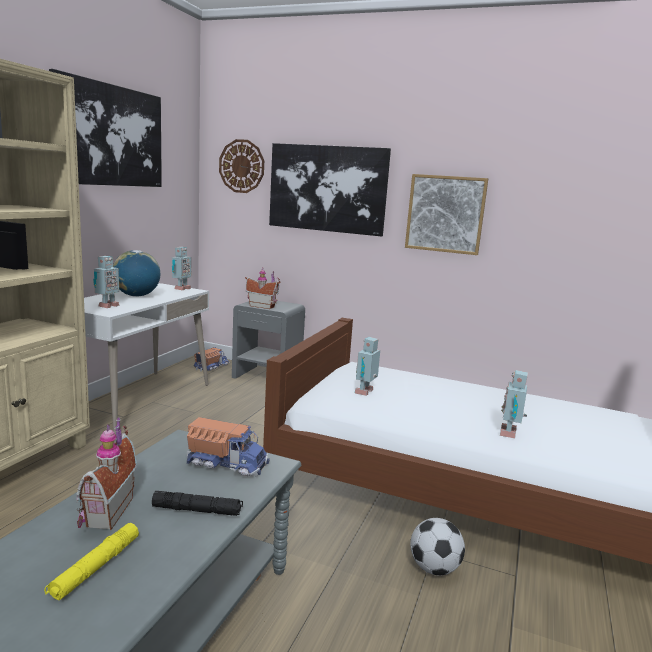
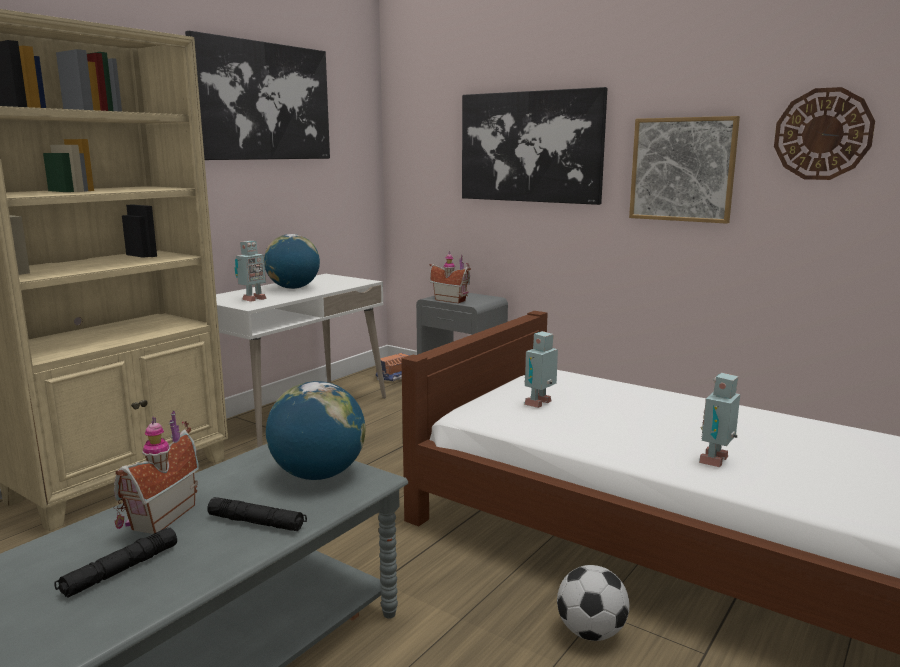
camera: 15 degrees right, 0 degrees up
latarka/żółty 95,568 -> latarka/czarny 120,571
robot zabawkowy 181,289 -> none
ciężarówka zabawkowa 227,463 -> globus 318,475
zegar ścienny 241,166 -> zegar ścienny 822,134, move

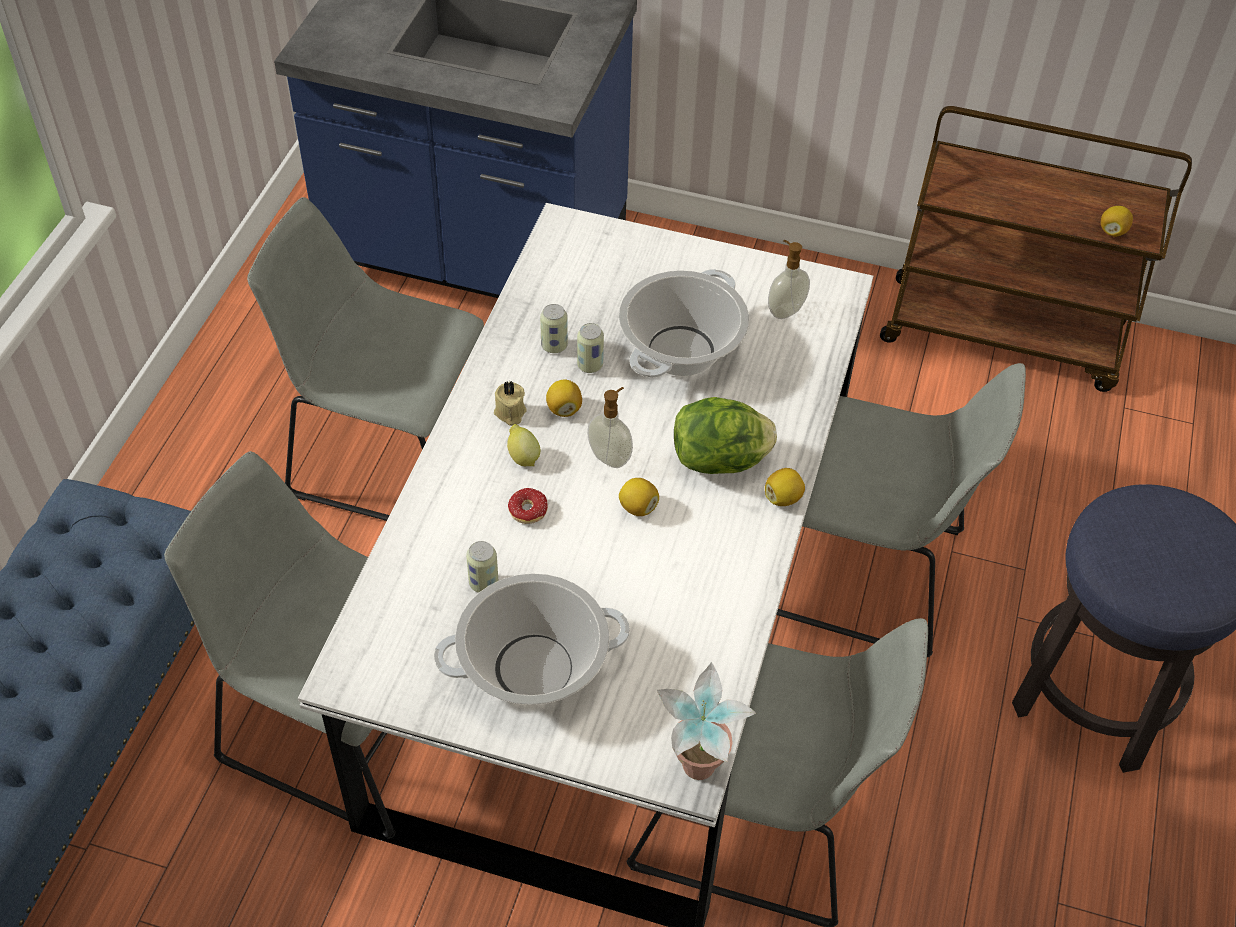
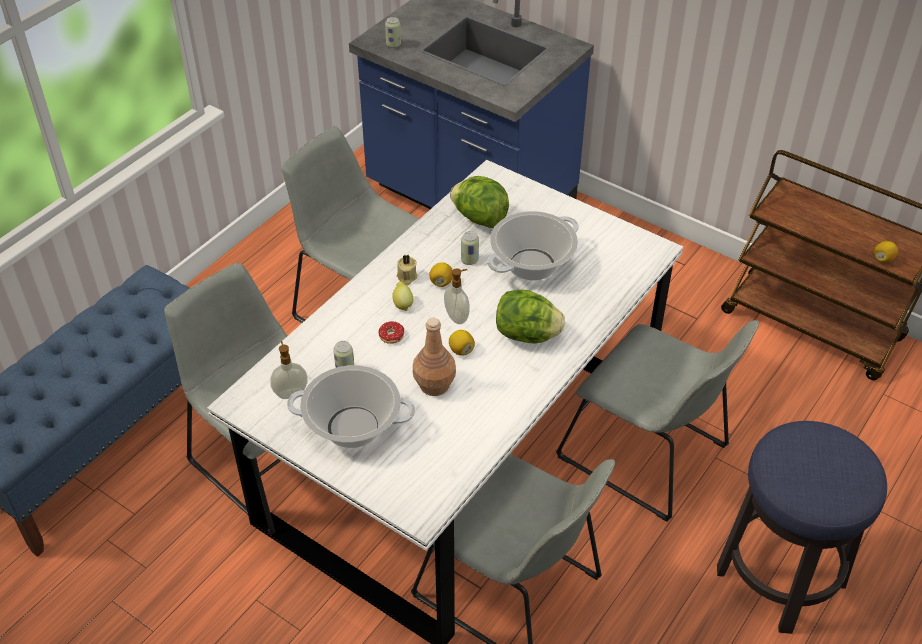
camera: 20 degrees right, 5 degrees down
puszka 554,346 -> puszka 393,44, move
roślina doniczkowa 695,777 -> none
cytryna 783,498 -> none
dozownik mydła 785,310 -> dozownik mydła 290,392, move
none -> butelka/brązowy 435,385
none -> sałata 479,218

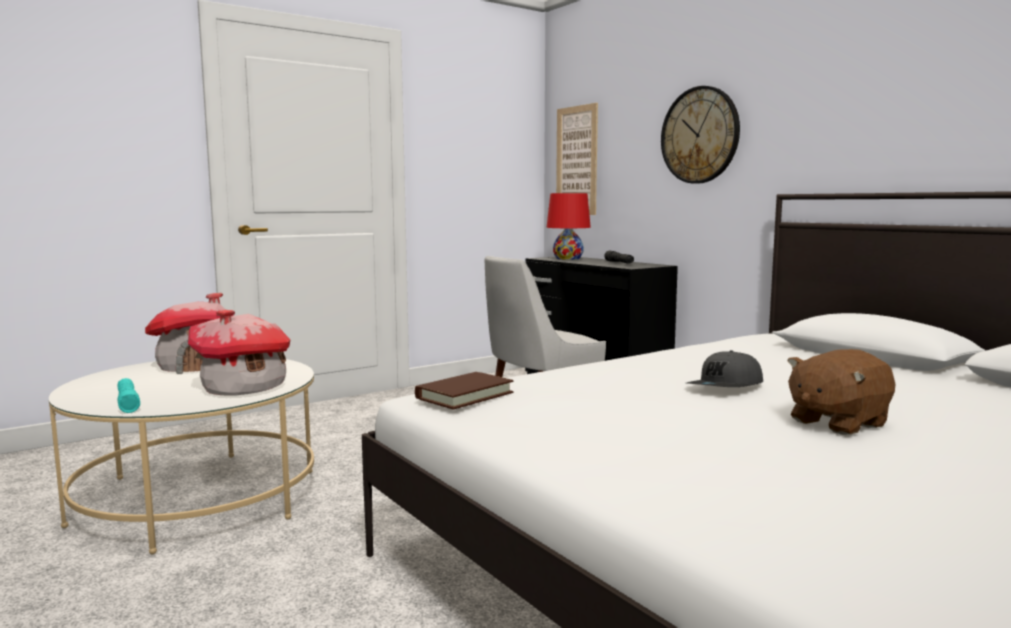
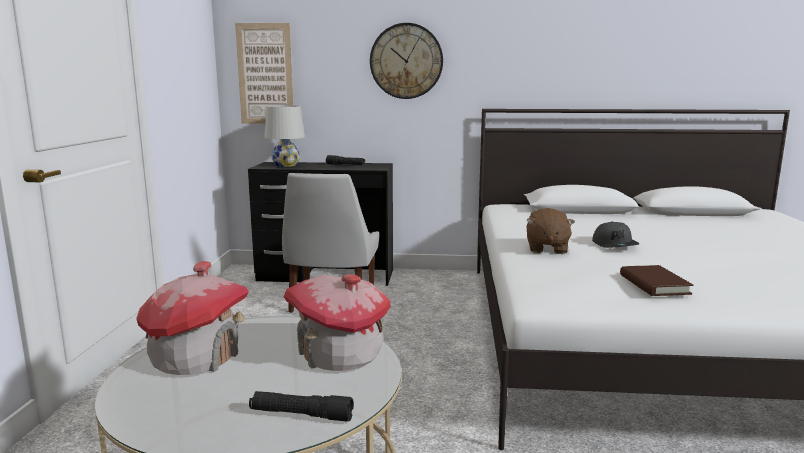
camera: 50 degrees left, 5 degrees up
latarka/turkusowy 128,402 -> latarka/czarny 301,415
książka/brązowy 464,395 -> książka/brązowy 654,284, move
lampa stołowa/czerwony 567,258 -> lampa stołowa/biały 286,165
pluszak/brązowy 836,422 -> pluszak/brązowy 546,249, move

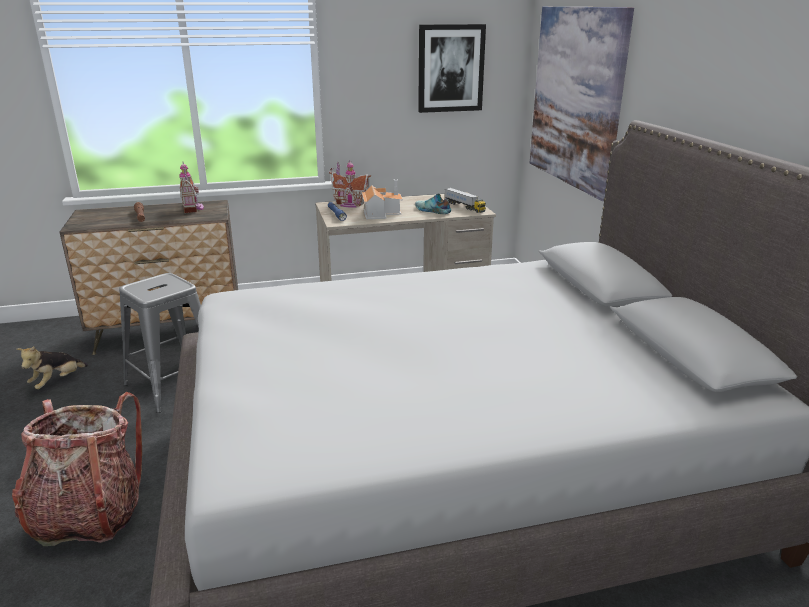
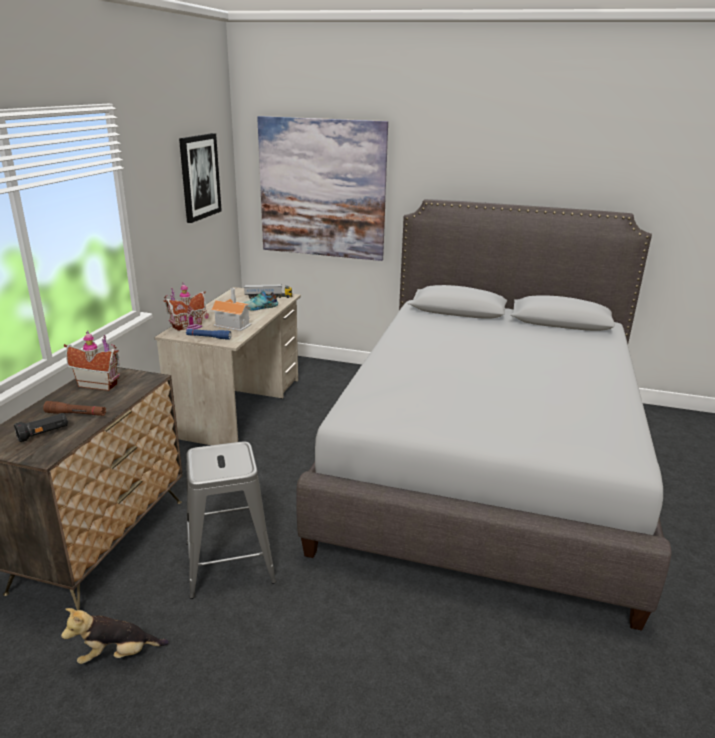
camera: 60 degrees left, 0 degrees up
plecak 89,515 -> none
pluszak 57,382 -> pluszak 117,655, 105 degrees clockwise
none -> latarka/czarny 43,434

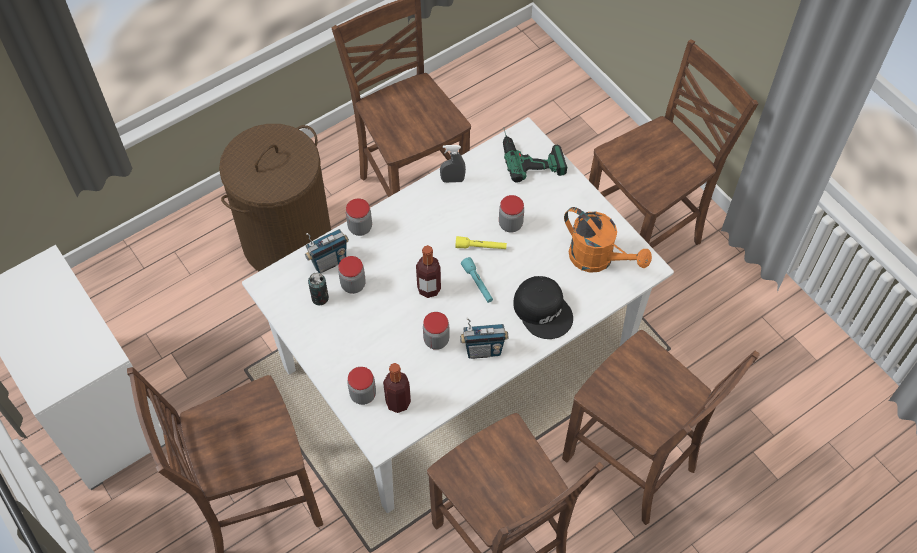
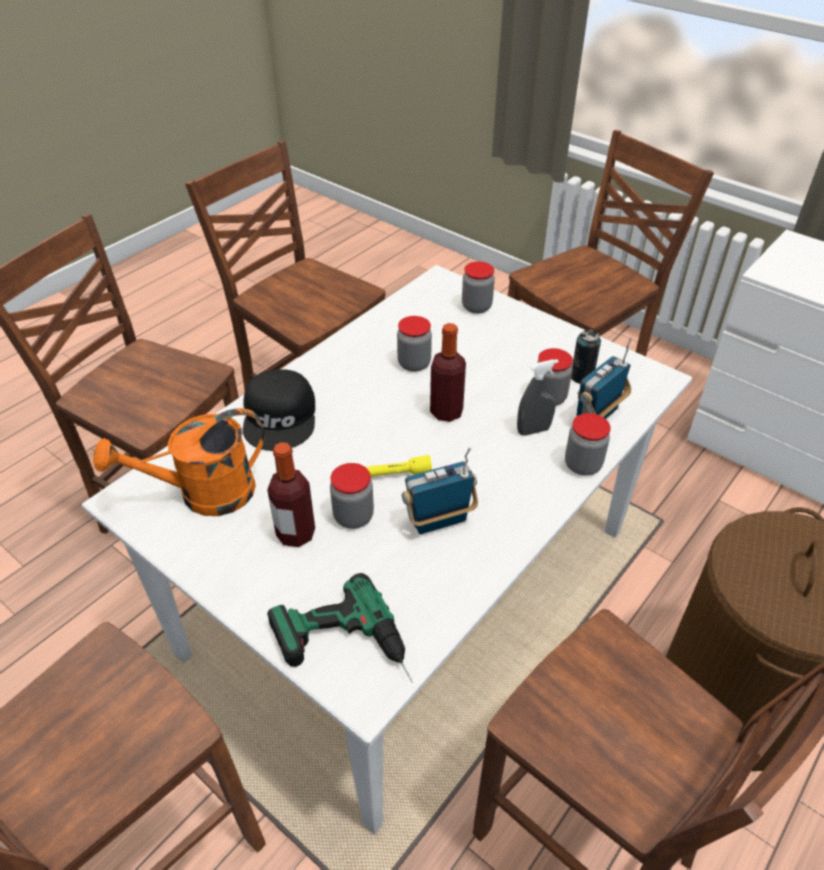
camera: 165 degrees right, 15 degrees down
butelka 398,402 -> butelka 296,534, move
spryskiwacz/szary 452,180 -> spryskiwacz/szary 533,430, move
radio 483,350 -> radio 438,521, move
latarka/turkusowy 477,283 -> none
czapka z daszkiem/czarny 543,310 -> czapka z daszkiem/czarny 281,417, 135 degrees counterclockwise
konewka/pomarańczowy 598,259 -> konewka/pomarańczowy 204,495, 45 degrees counterclockwise

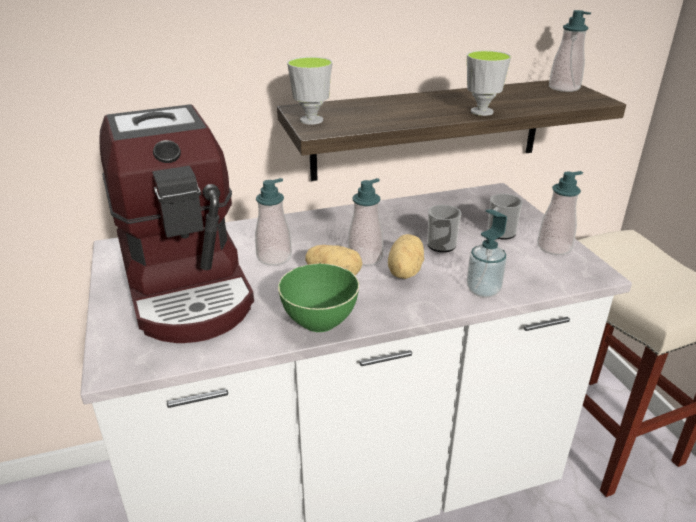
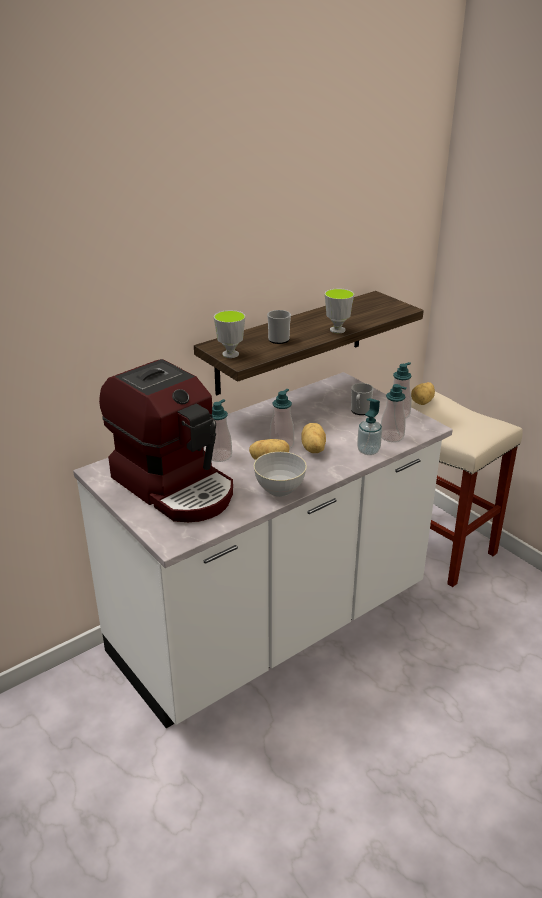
camera: 20 degrees left, 0 degrees up
miska/zielony 319,321 -> miska/szary 279,489
kubek 441,243 -> kubek 278,338, move
dozownik mydła 564,88 -> dozownik mydła 391,436, move
none -> ziemniak 423,402

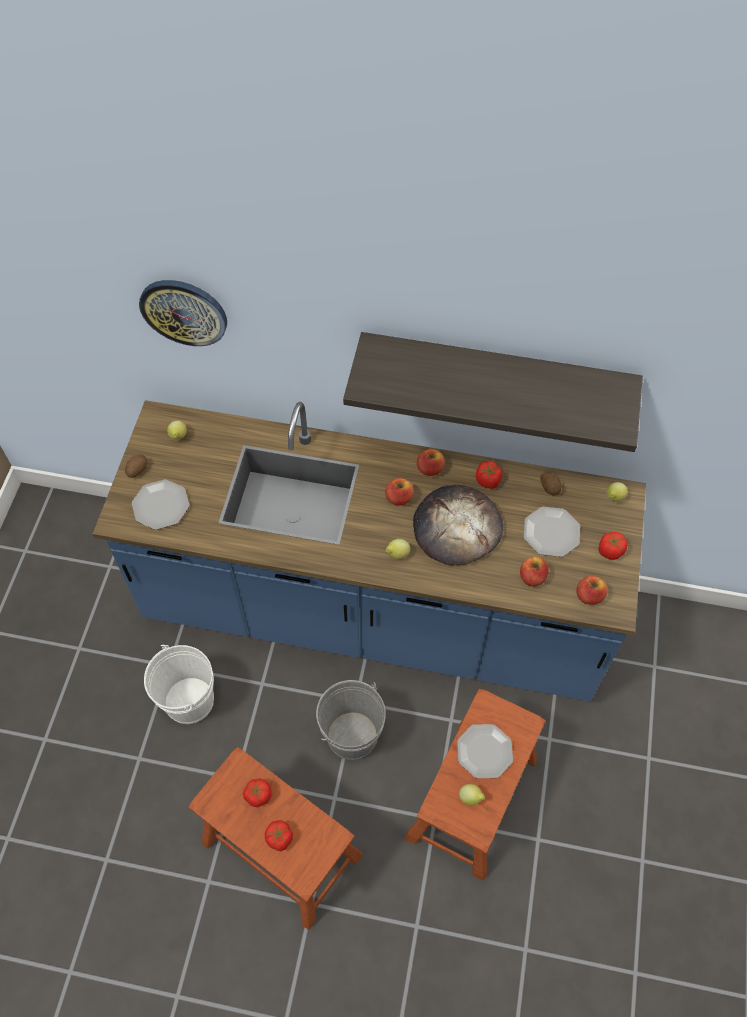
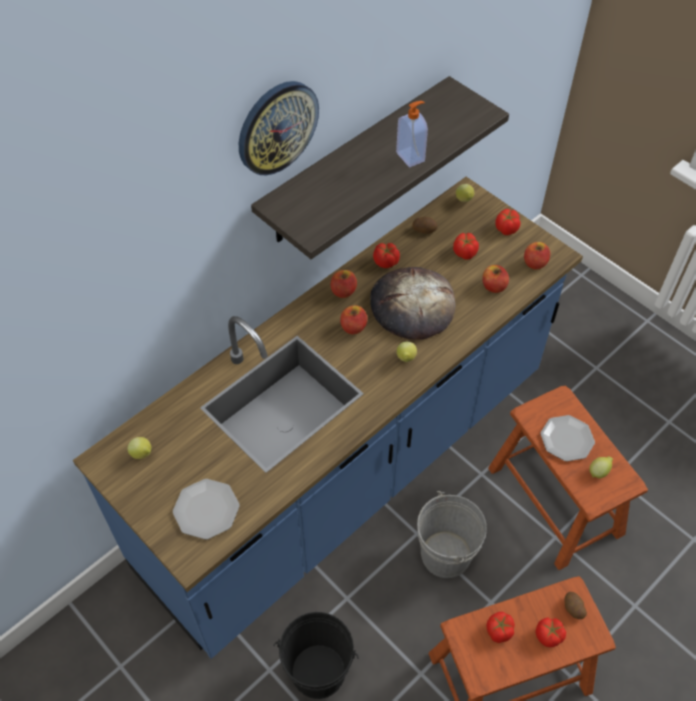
camera: 55 degrees left, 5 degrees down
ziemniak 137,469 -> ziemniak 573,608, move
zegar ścienny 184,311 -> zegar ścienny 277,127, move
wiadro/biały 189,700 -> wiadro/czarny 318,671
talerz 551,533 -> pomidor 465,253
none -> dozownik mydła 411,157

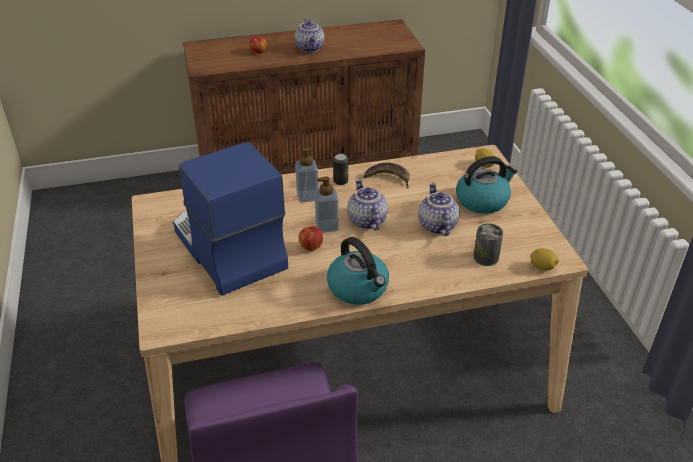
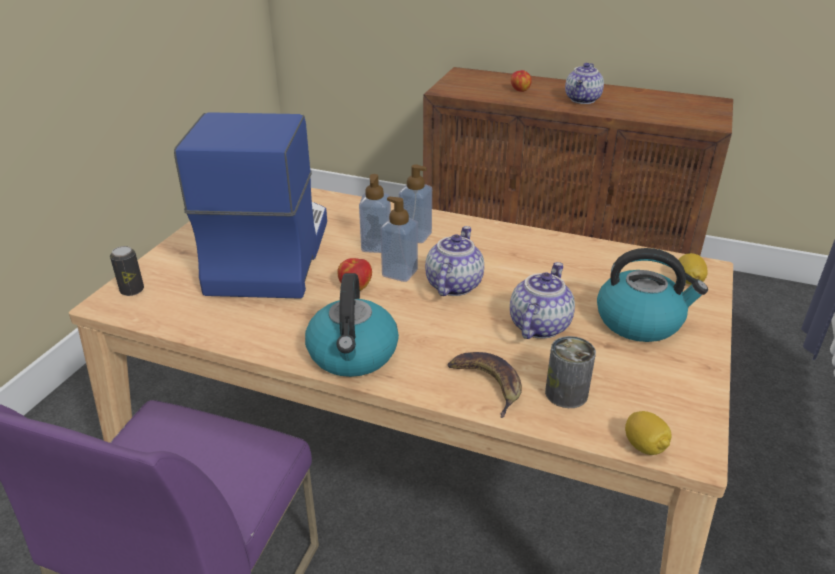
camera: 35 degrees right, 5 degrees down
puszka 340,181 -> puszka 132,290, move
banan 388,178 -> banan 487,384, move
none -> dozownik mydła 376,246

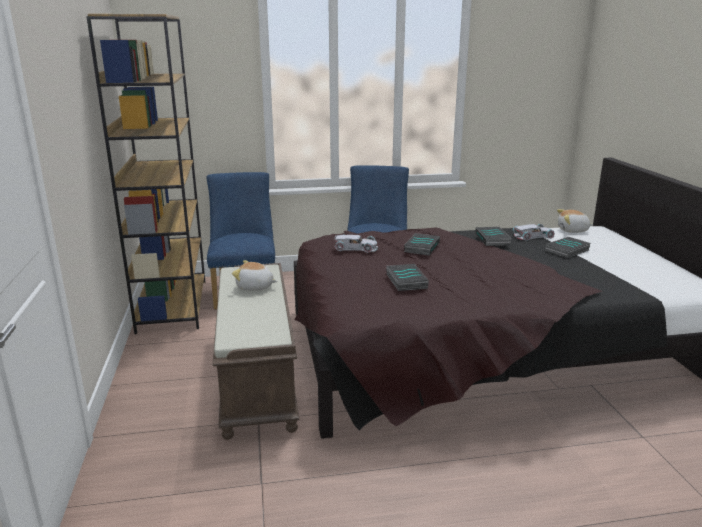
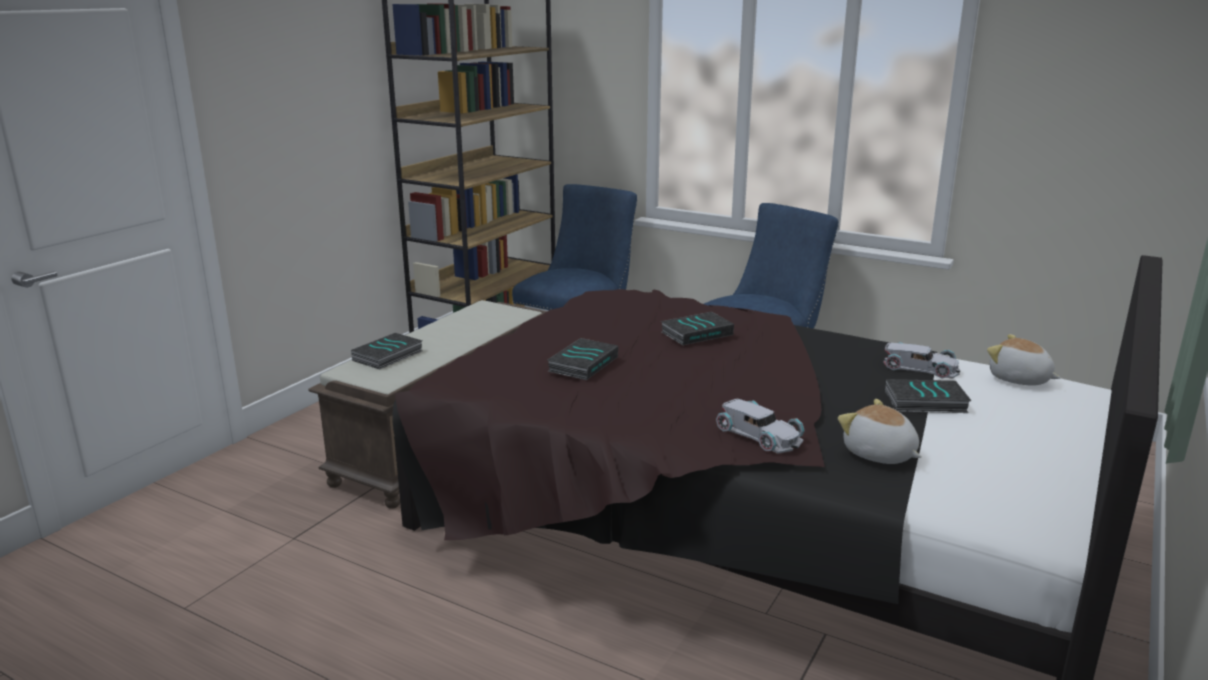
camera: 40 degrees right, 0 degrees up
pluszak 255,287 -> pluszak 879,454, move
samochodzik/biały 356,248 -> samochodzik/biały 759,434, move
książka 493,239 -> książka 388,356, move

